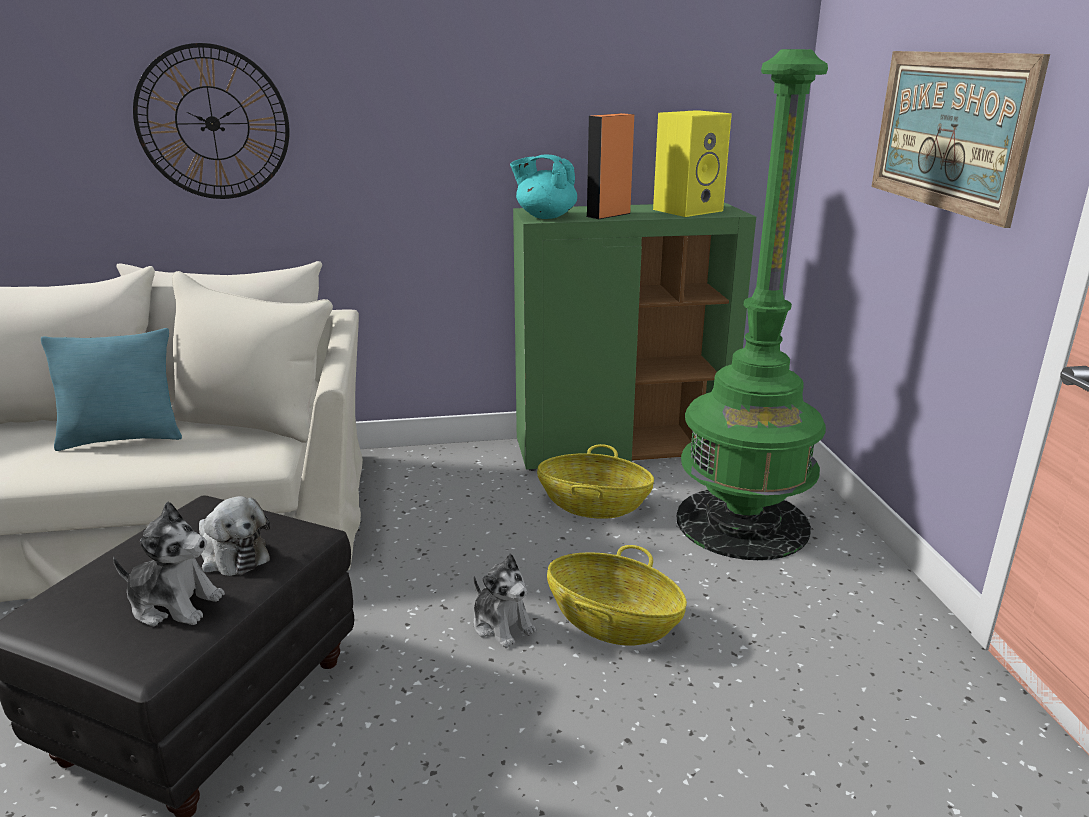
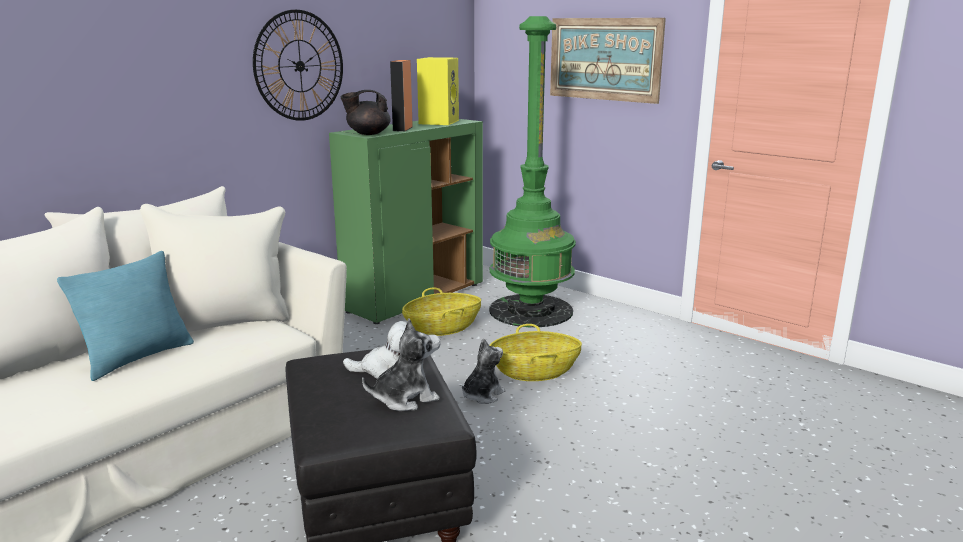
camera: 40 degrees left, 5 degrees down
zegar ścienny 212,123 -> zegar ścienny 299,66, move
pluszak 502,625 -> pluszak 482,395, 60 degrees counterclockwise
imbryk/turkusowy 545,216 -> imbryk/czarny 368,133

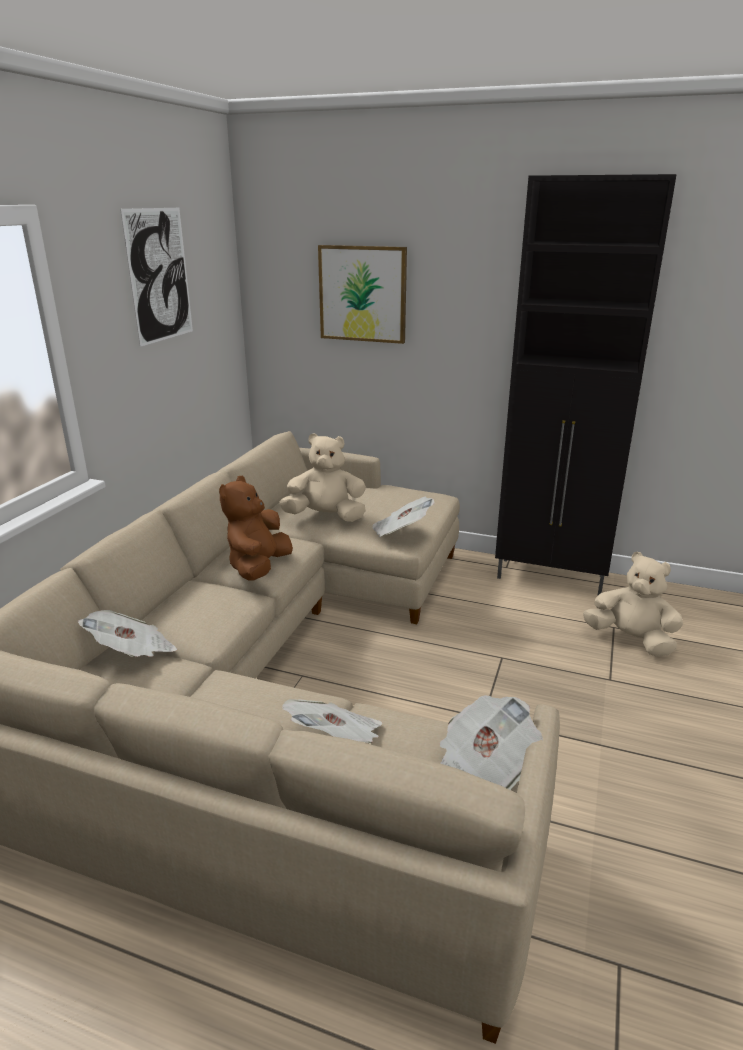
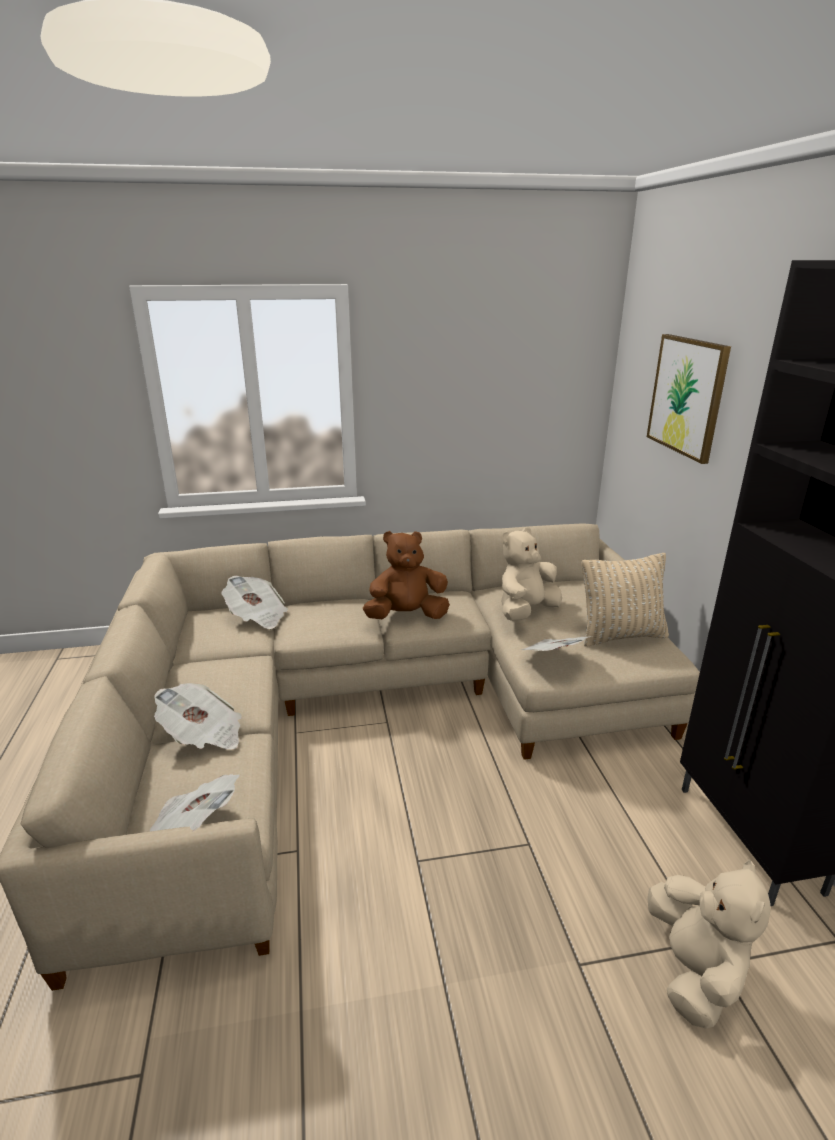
camera: 60 degrees right, 0 degrees up
obraz 159,275 -> none
pluszak/beżowy 326,517 -> pluszak/beżowy 526,612, 105 degrees counterclockwise
none -> poduszka/beżowy 620,636

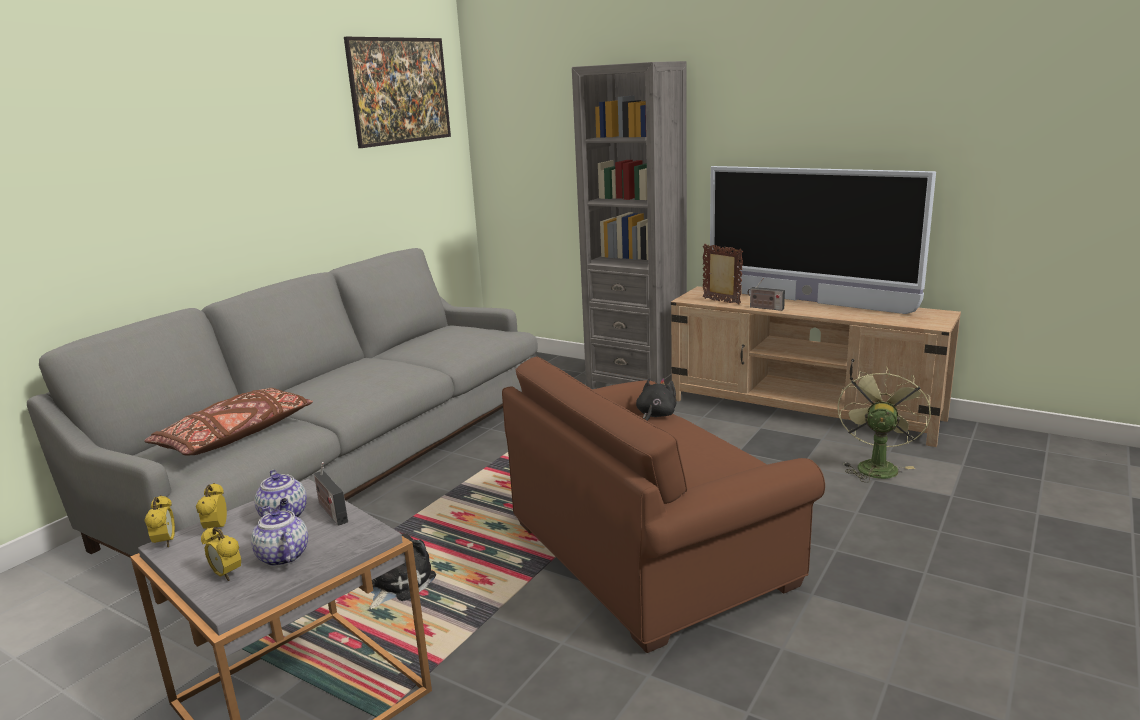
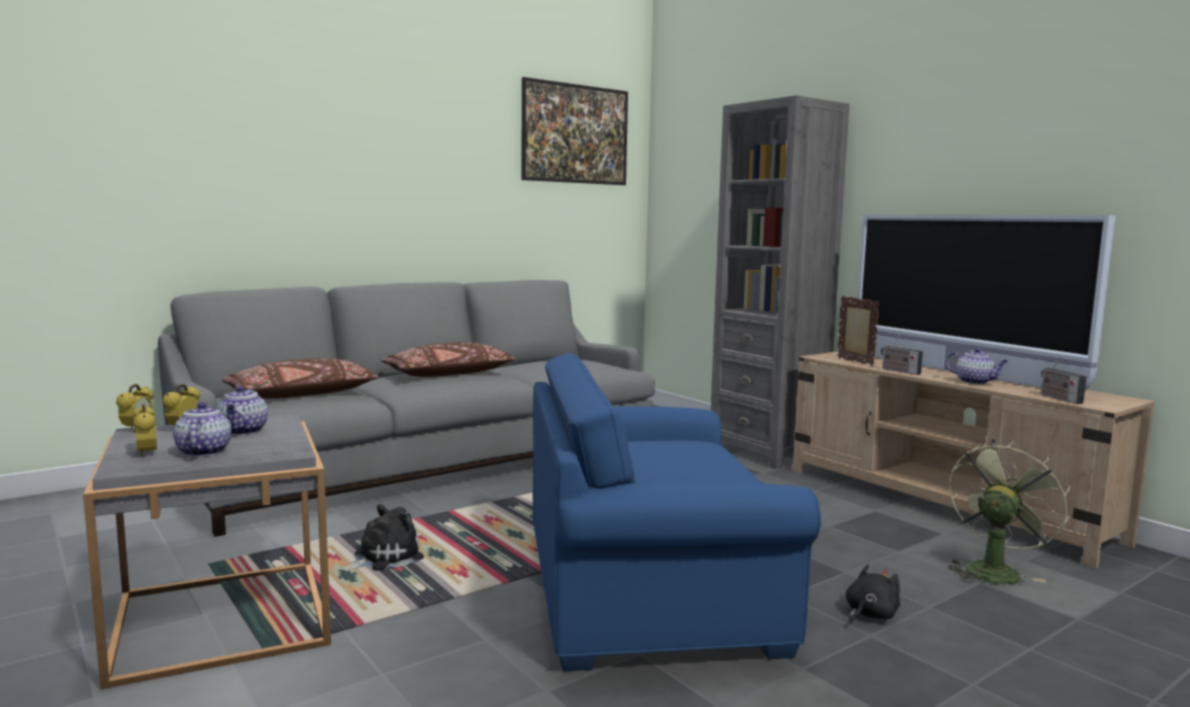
camera: 20 degrees right, 10 degrees down
radio 331,511 -> radio 1058,398, move
fotel/brązowy 650,553 -> fotel/niebieski 649,589
pluszak/czarny 655,415 -> pluszak/czarny 869,615, move
none -> poduszka/brązowy 449,374
none -> imbryk 975,382

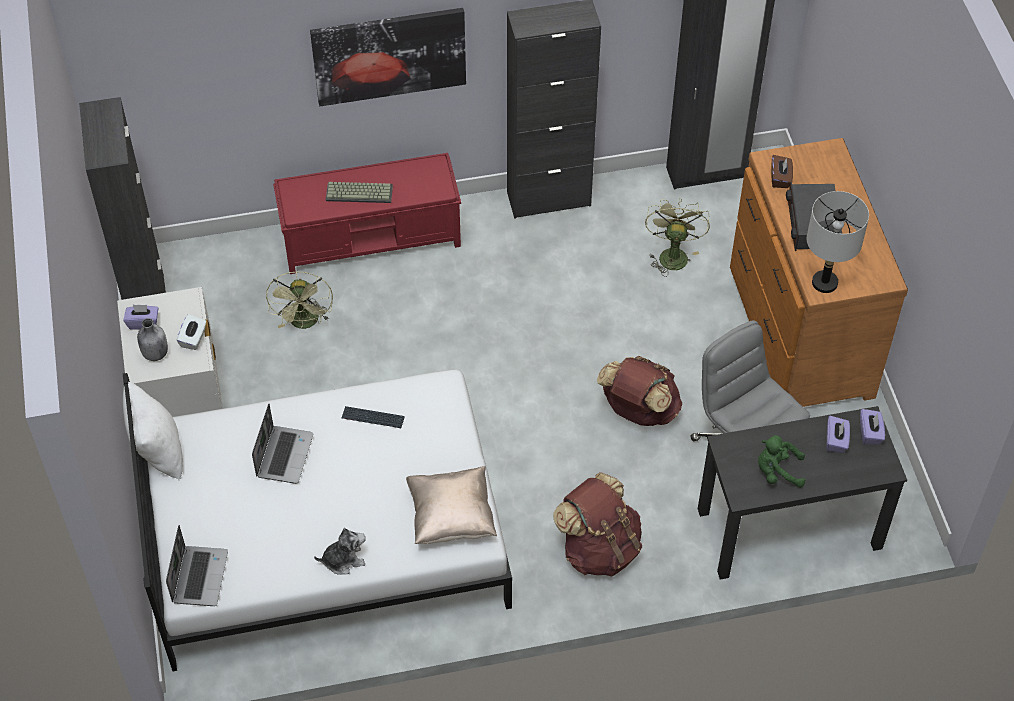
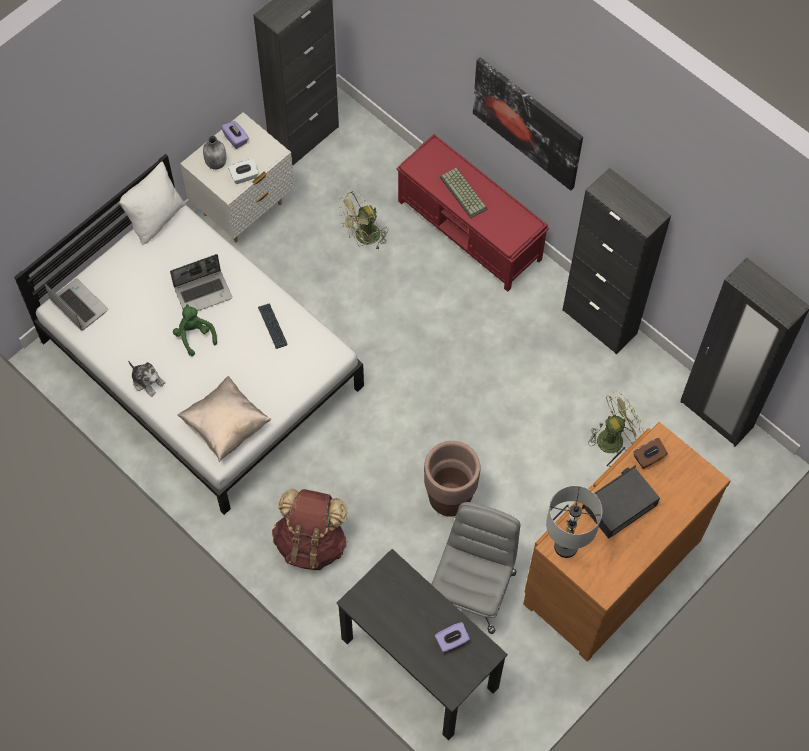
camera: 55 degrees right, 10 degrees up
laptop 199,576 -> laptop 78,305, 105 degrees counterclockwise
plecak/brązowy 638,411 -> donica/brązowy 449,499
pluszak/zielony 777,471 -> pluszak/zielony 194,336, move
pudełko chusteczek/fioletowy 870,433 -> none

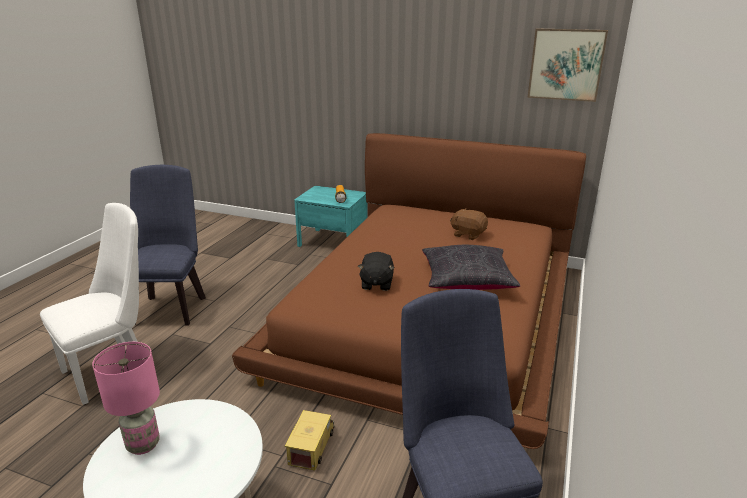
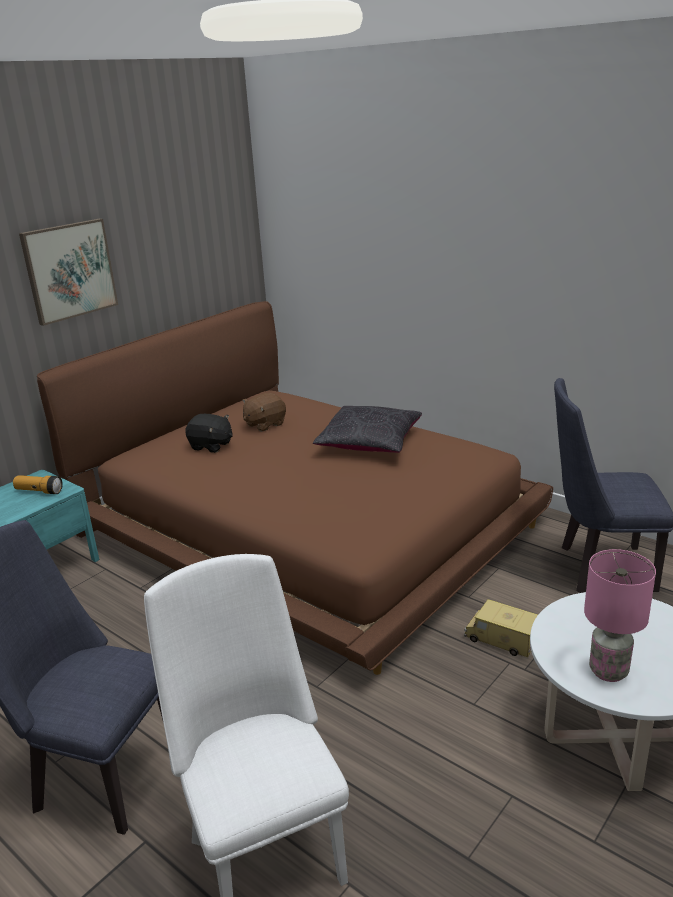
camera: 70 degrees left, 0 degrees up
pluszak/czarny 376,284 -> pluszak/czarny 211,446, move
obraz 566,64 -> obraz 69,270, move

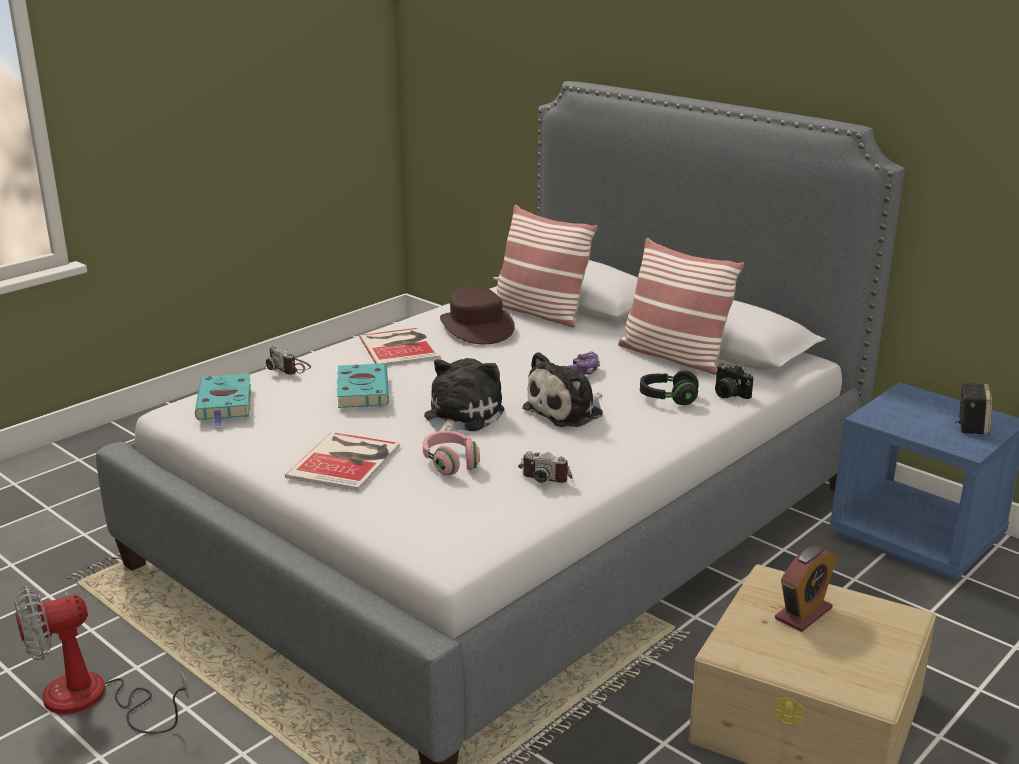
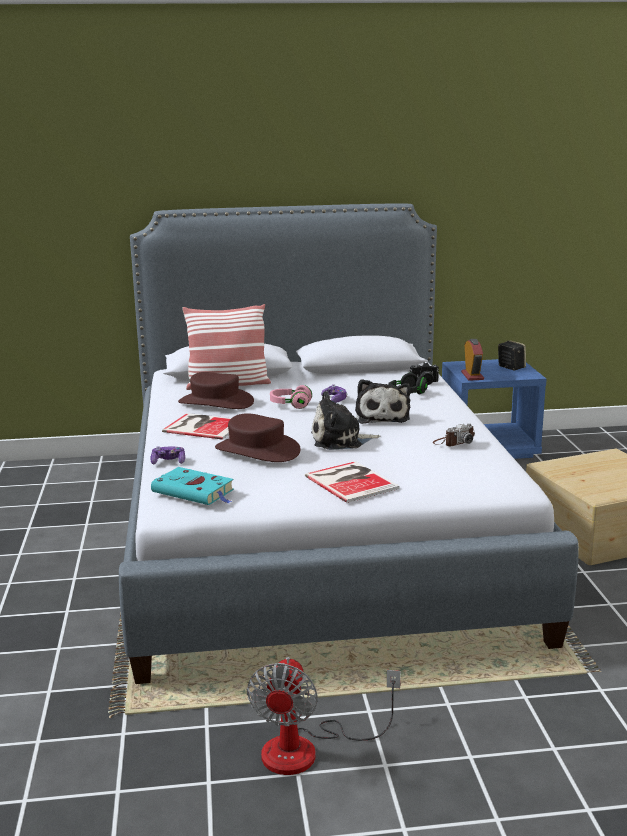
camera: 50 degrees left, 5 degrees down
aparat fotograficzny 289,368 -> pad do gier 168,462
książka/turkusowy 362,390 -> kapelusz/brązowy 257,450
słuchawki/różowy 451,463 -> słuchawki/różowy 290,405, move
pluszak 460,416 -> pluszak 340,440, 75 degrees counterclockwise
poduszka 673,356 -> none
budzik 803,614 -> budzik 472,376, move

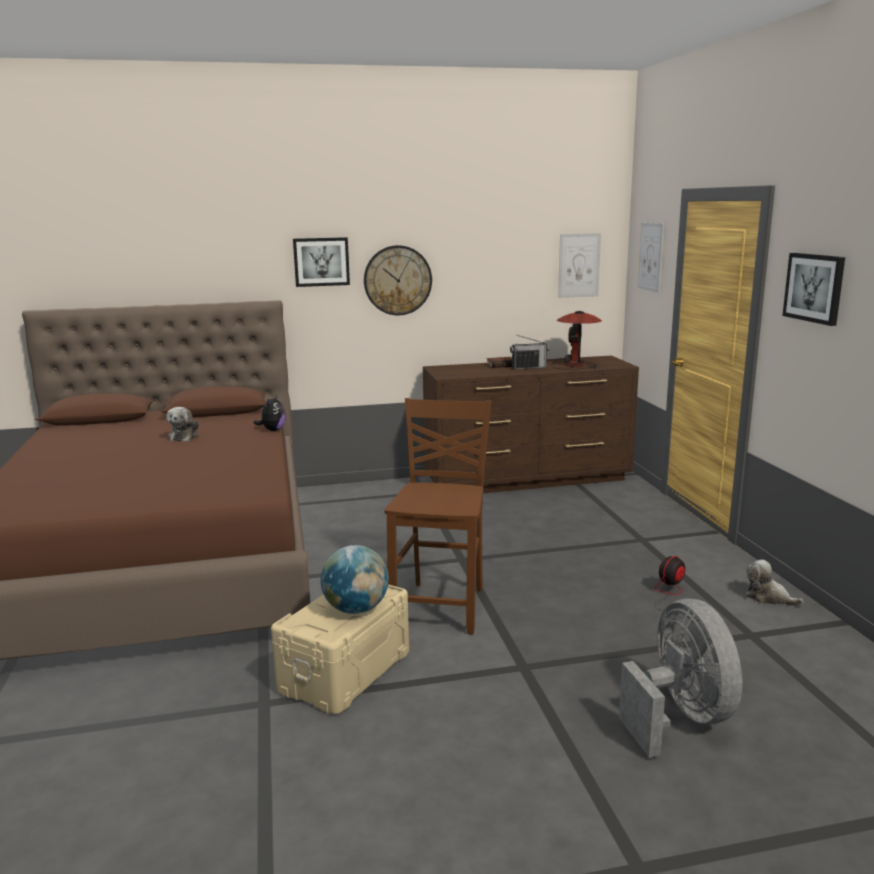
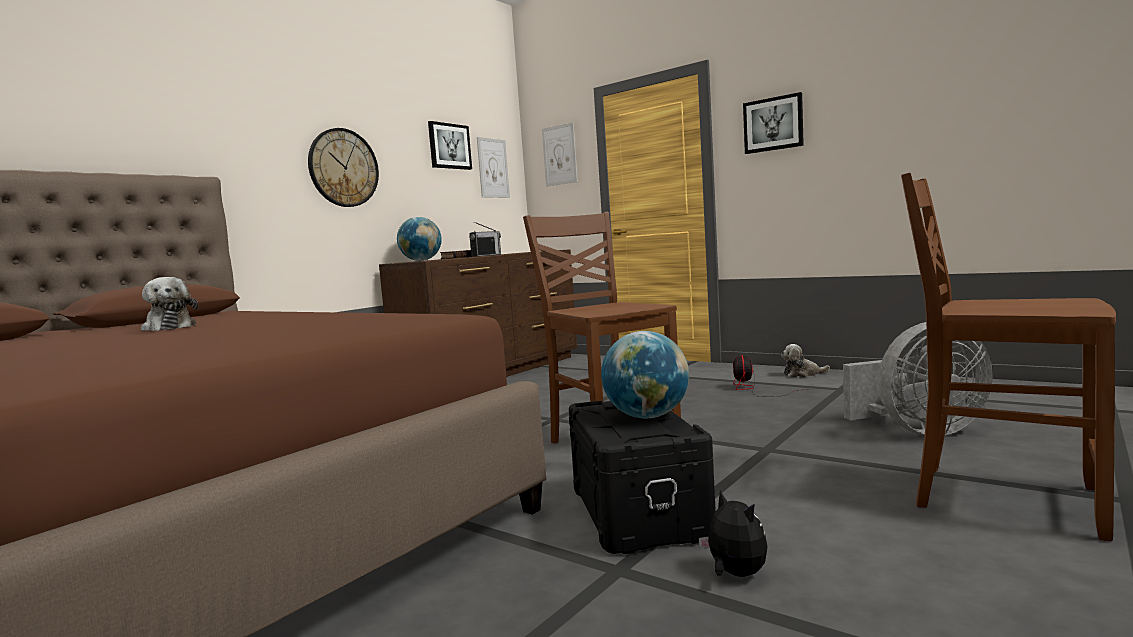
camera: 40 degrees left, 10 degrees down
pluszak 272,430 -> pluszak 735,574, move
pojemnik do przechowywania/beżowy 344,671 -> pojemnik do przechowywania/czarny 636,512
obraz 321,262 -> obraz 449,146, move
lampa stołowa 574,364 -> none
wentylator/szary 680,717 -> wentylator/szary 920,431, 135 degrees clockwise
none -> globus 421,260
none -> krzesło/brązowy 1002,498

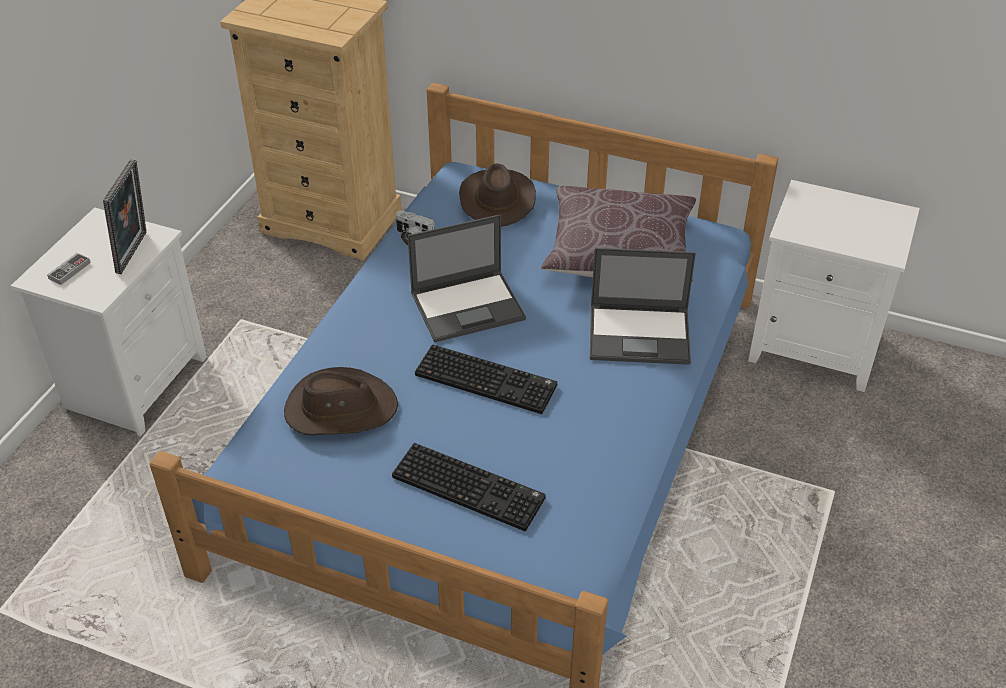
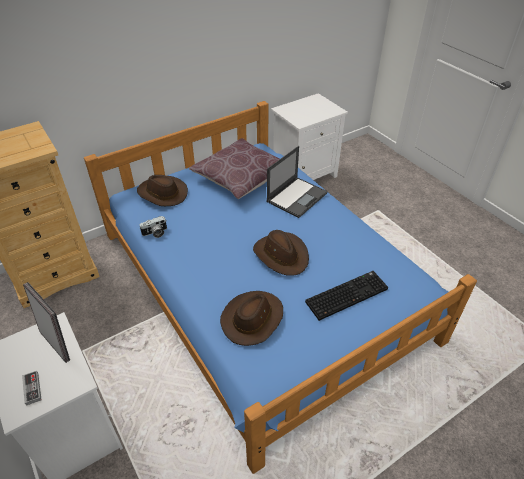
camera: 55 degrees left, 0 degrees up
laptop 469,306 -> none
klawiatura 488,379 -> kapelusz/brązowy 281,255

